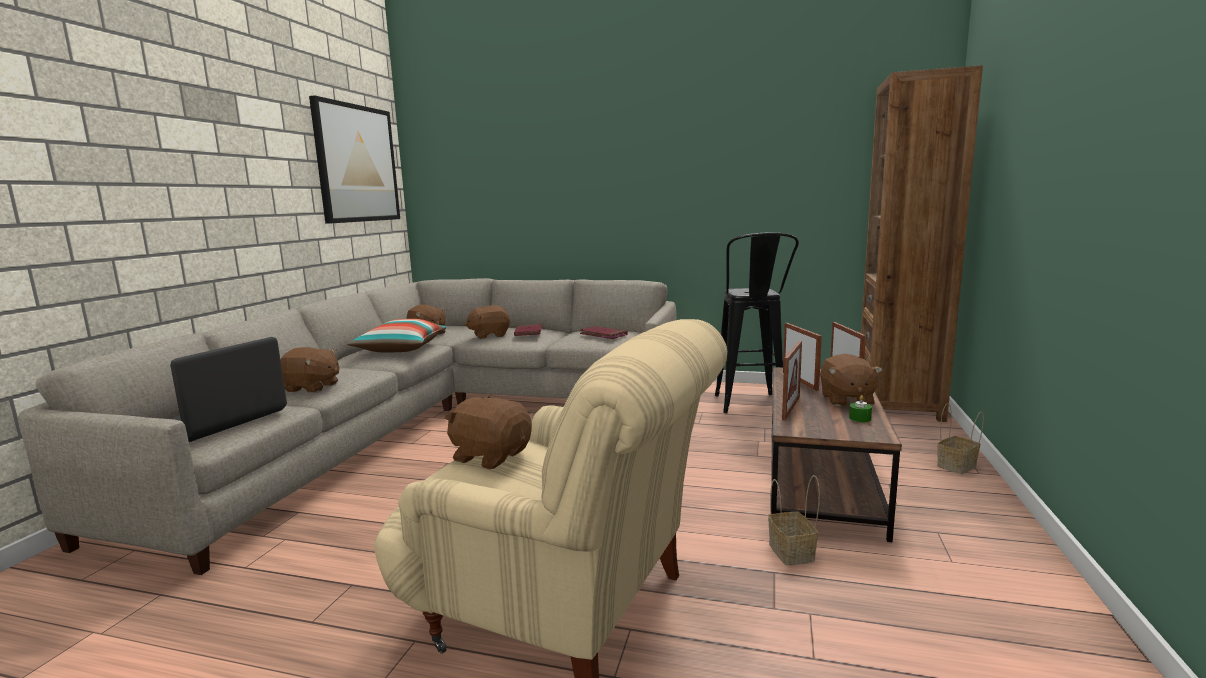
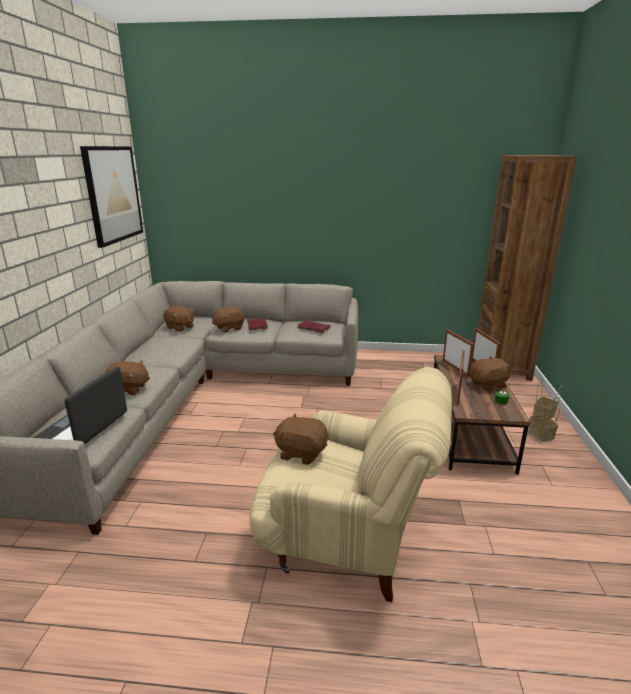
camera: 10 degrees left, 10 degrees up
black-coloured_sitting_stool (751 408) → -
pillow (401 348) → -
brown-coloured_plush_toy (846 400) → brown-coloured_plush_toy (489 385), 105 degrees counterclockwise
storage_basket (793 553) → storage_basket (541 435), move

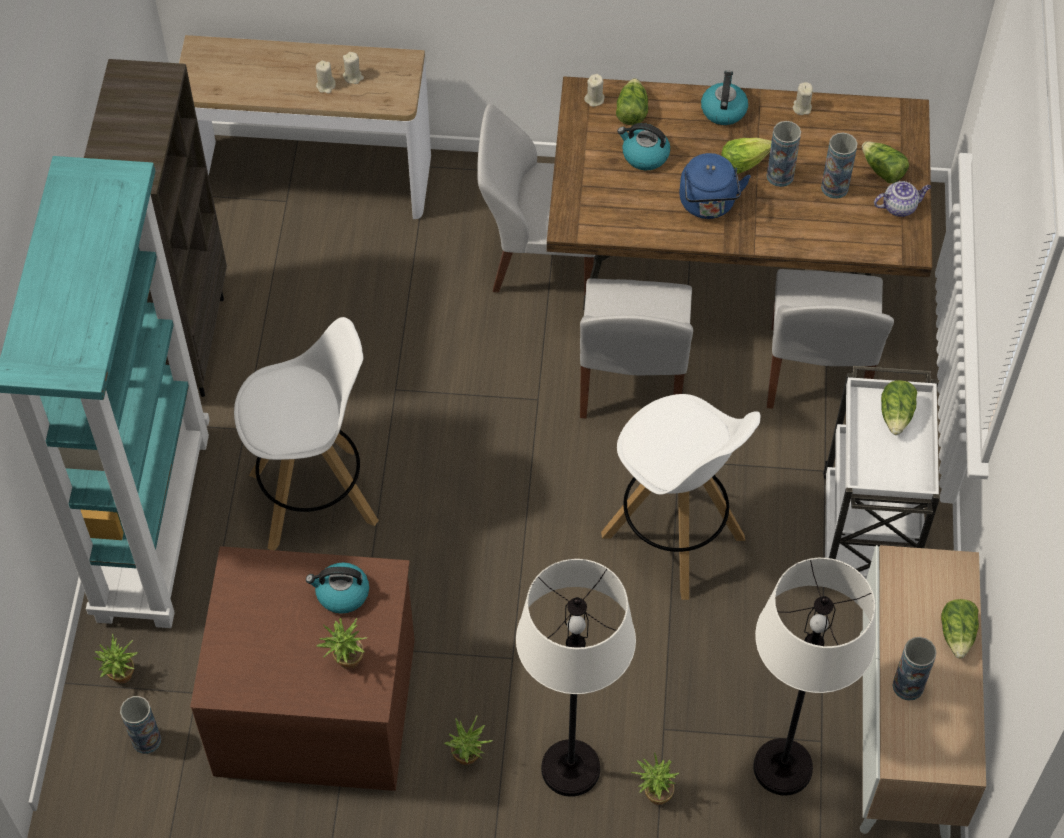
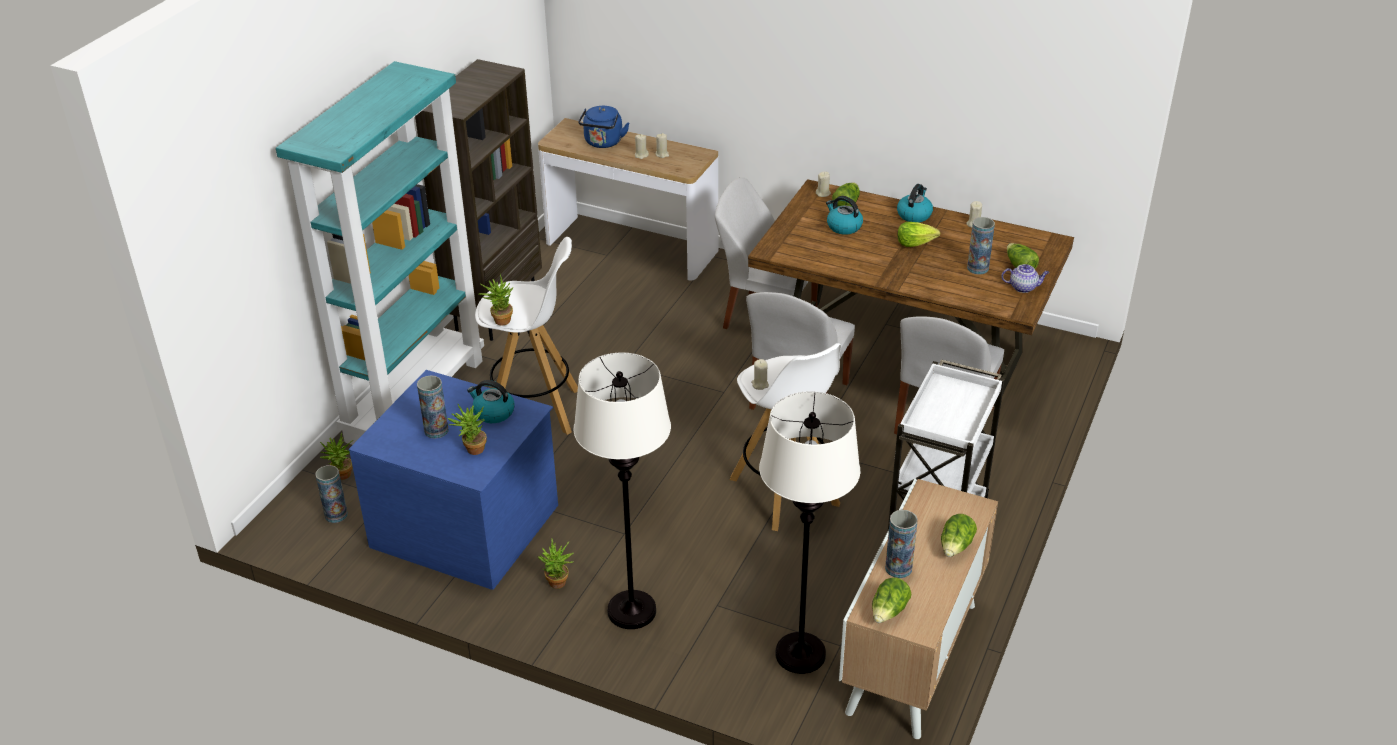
camera: 20 degrees right, 20 degrees down
flower_vase (780 176) → flower_vase (436 430), move
bluish_kettle (708 204) → bluish_kettle (603 143), move
head_of_lettuce (896 415) → head_of_lettuce (889 611), move
brown-coloured_dresser (316 703) → bluish_dresser (466 524)
potted_plant (653 794) → potted_plant (499 320), move
- → beige-coloured_wax_light (760 384)

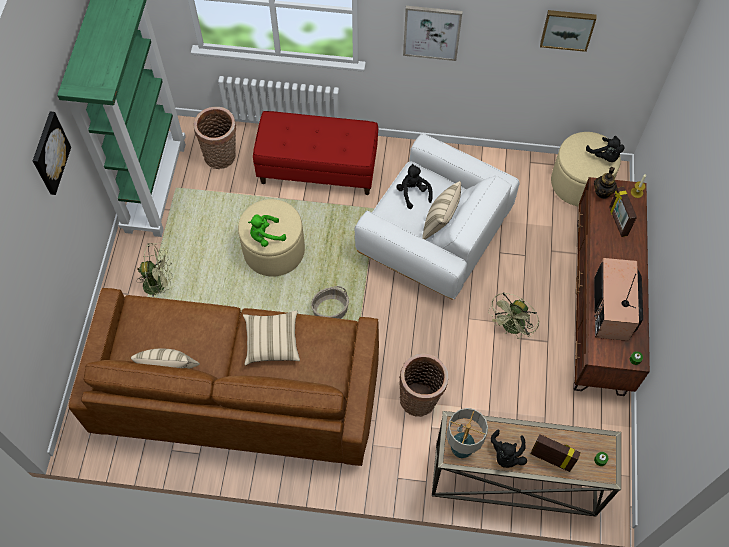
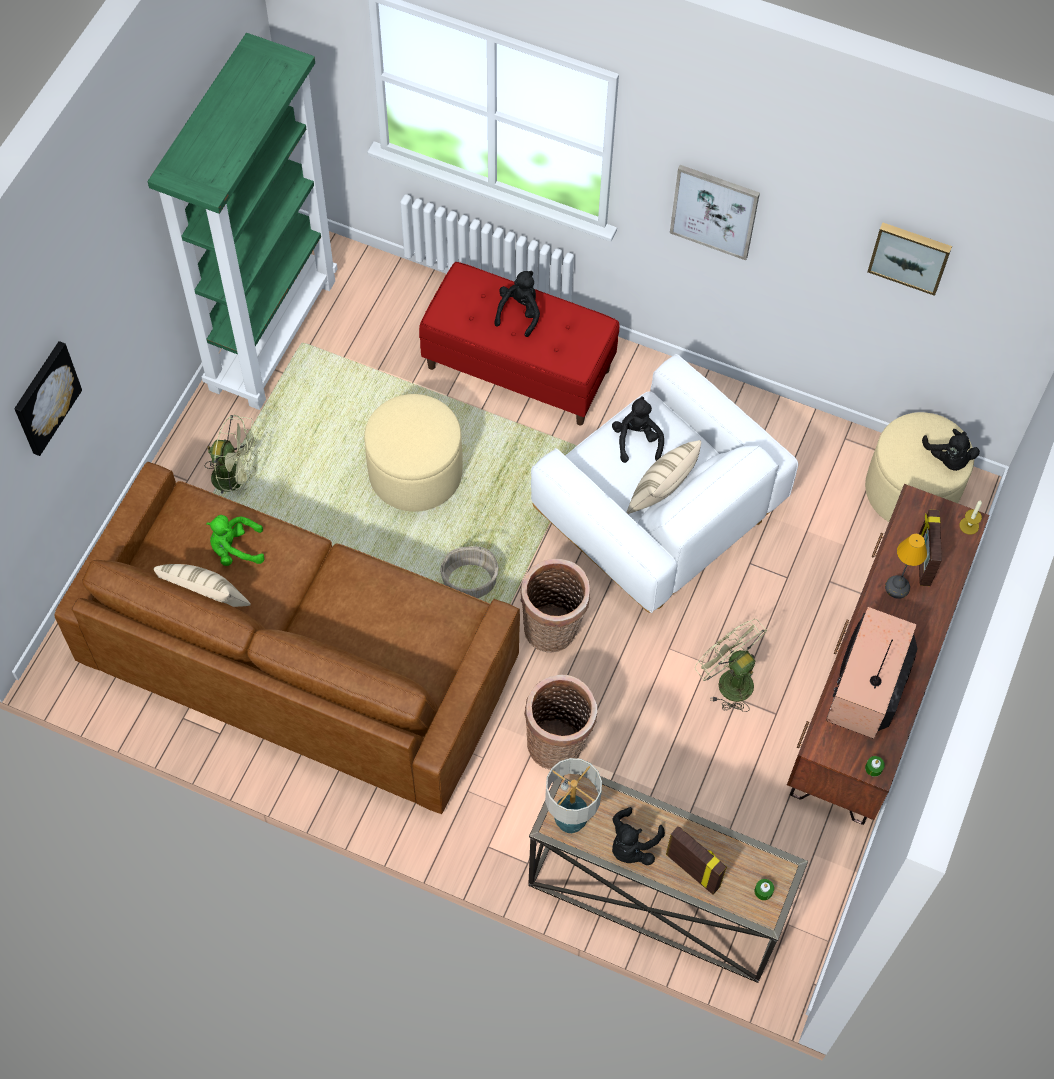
camera: 15 degrees right, 0 degrees up
storage_basket (222 157) → storage_basket (553 631), move
wall_picture (49 153) → wall_picture (45 397), move
pot_for_tea (603 192) → -
green-coloured_plush_toy (266 236) → green-coloured_plush_toy (235 549), move
green-coloured_electric_fan (511 328) → green-coloured_electric_fan (728 680), 90 degrees clockwise
beige-coloured_pillow (272 342) → -
- → black-coloured_plush_toy (519 313)
- → table_lamp (897 588)

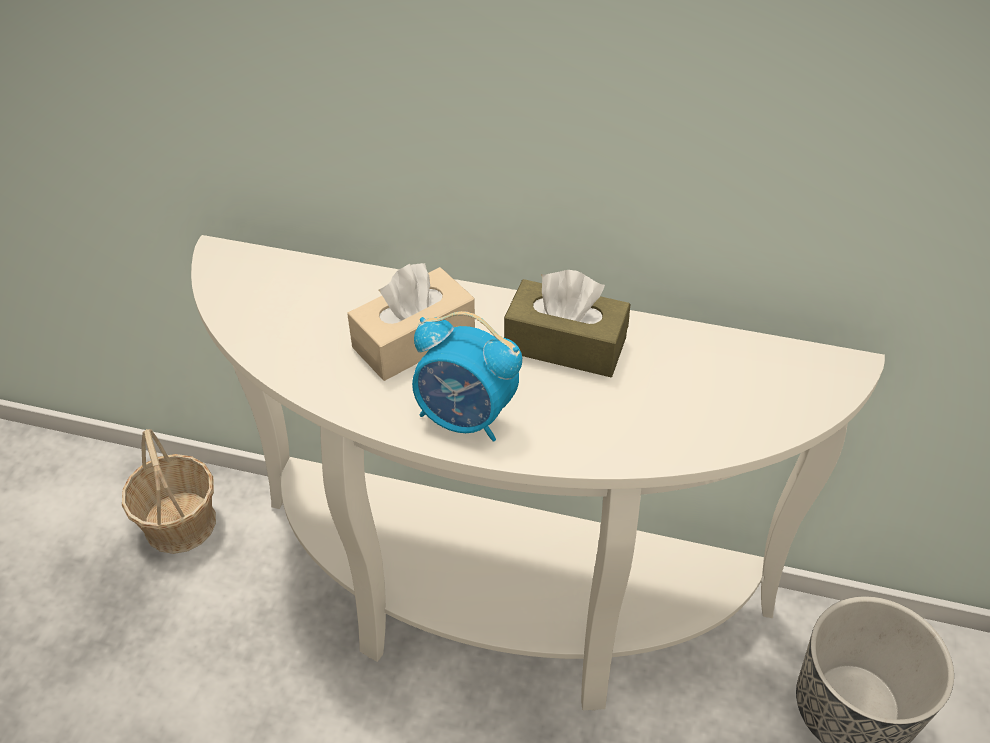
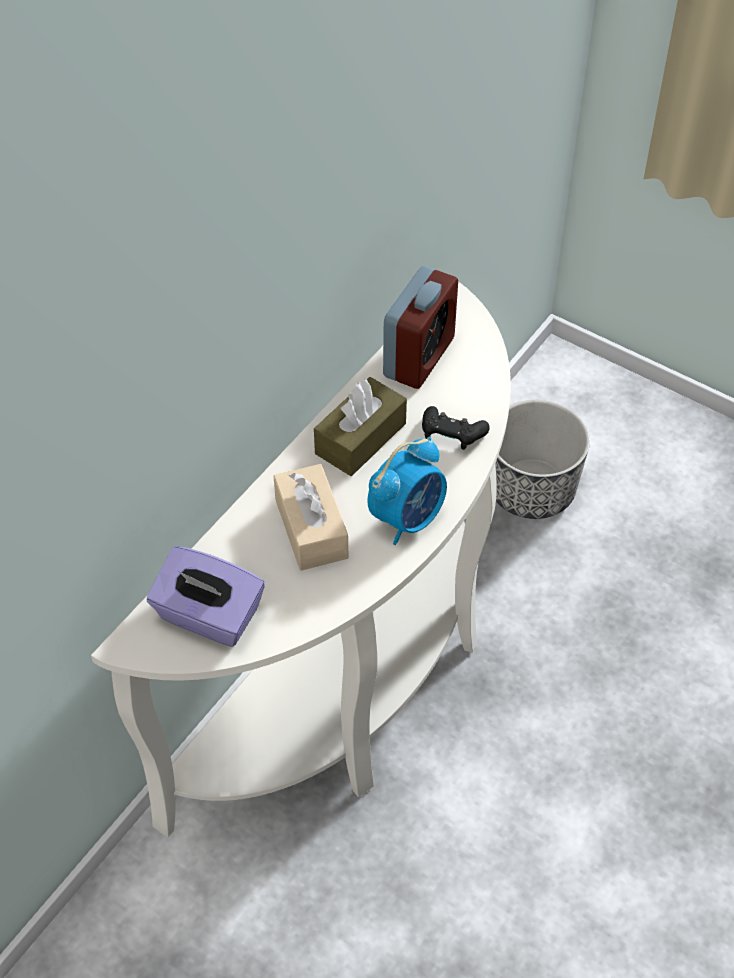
camera: 70 degrees left, 5 degrees up
storage_basket (180 523) → -
- → alarm_clock (419 357)
- → black-coloured_joypad (451 437)
- → purplish_tissue_box (208 616)

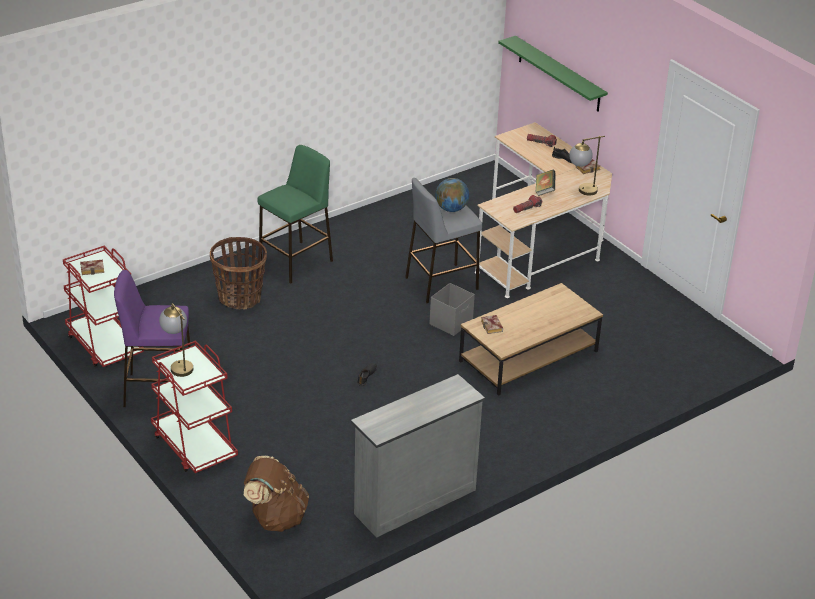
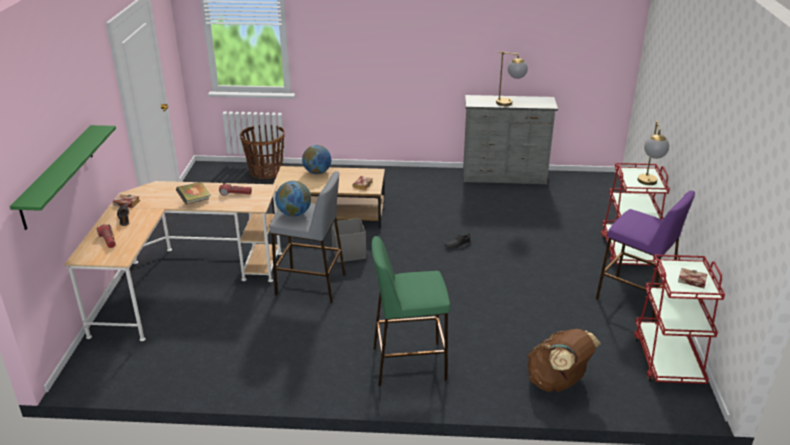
camera: 140 degrees left, 5 degrees down
table_lamp (581 191) → table_lamp (510 103), move
storage_basket (240 298) → storage_basket (265 172), move
brown-coloured_backpack (276 517) → brown-coloured_backpack (557 382), move
- → globe (317 172)

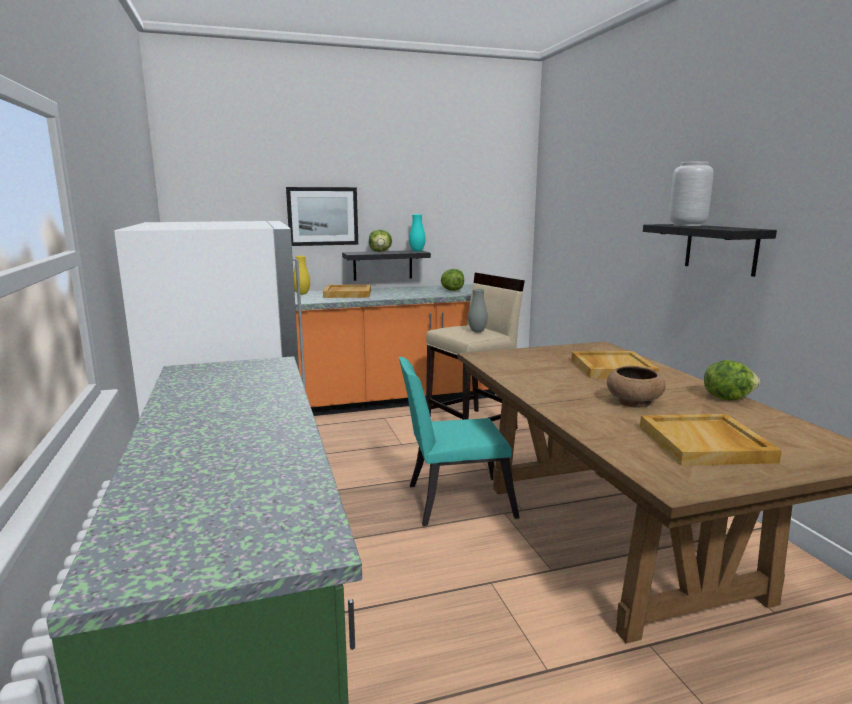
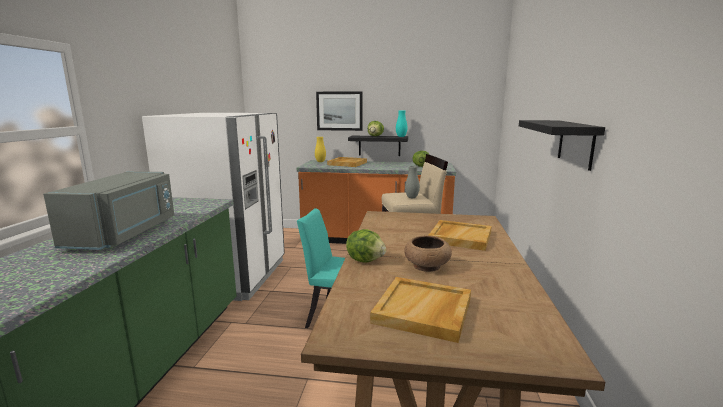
camera: 25 degrees right, 0 degrees up
grey_flower_vase (687 225) → -
head_of_lettuce (726 398) → head_of_lettuce (366 260), move
- → grey_microwave (125 233)

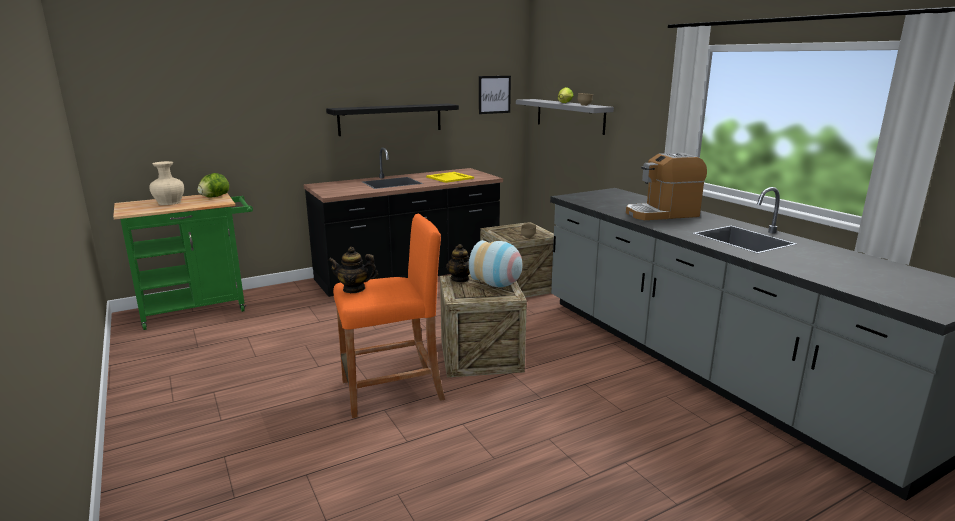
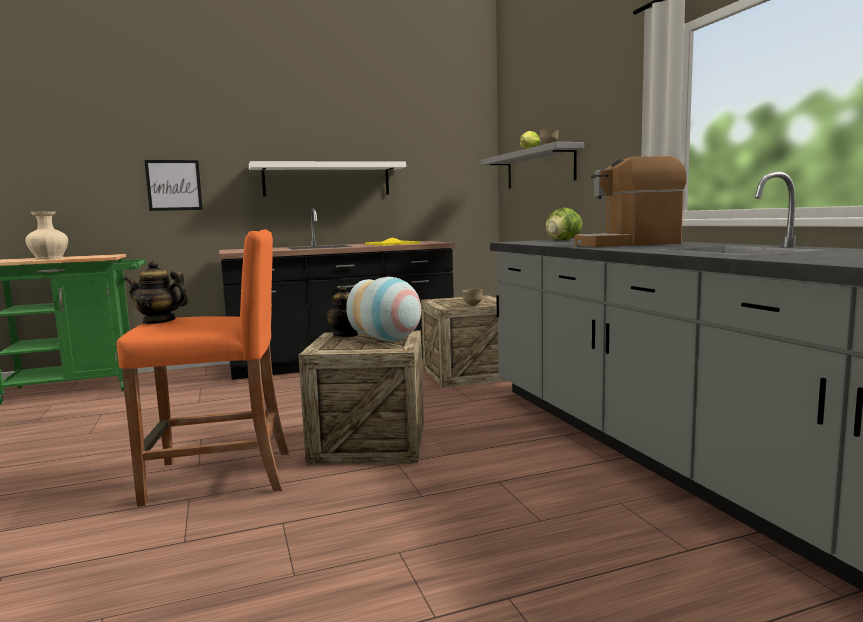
camera: 10 degrees right, 10 degrees down
wall_picture (494 94) → wall_picture (174 185), move
black-coloured_shelf (390 119) → whitish_shelf (327 179)
head_of_lettuce (214 197) → head_of_lettuce (562 240), move

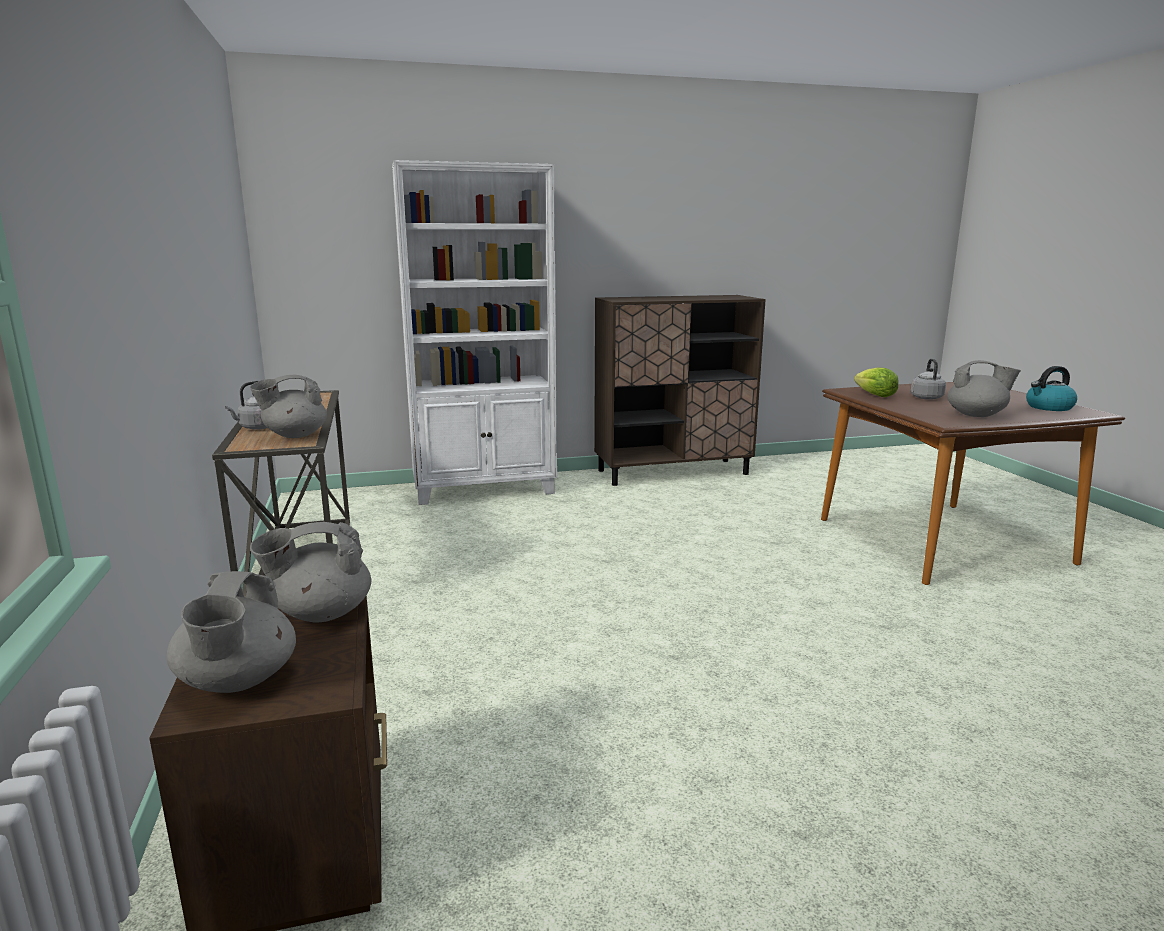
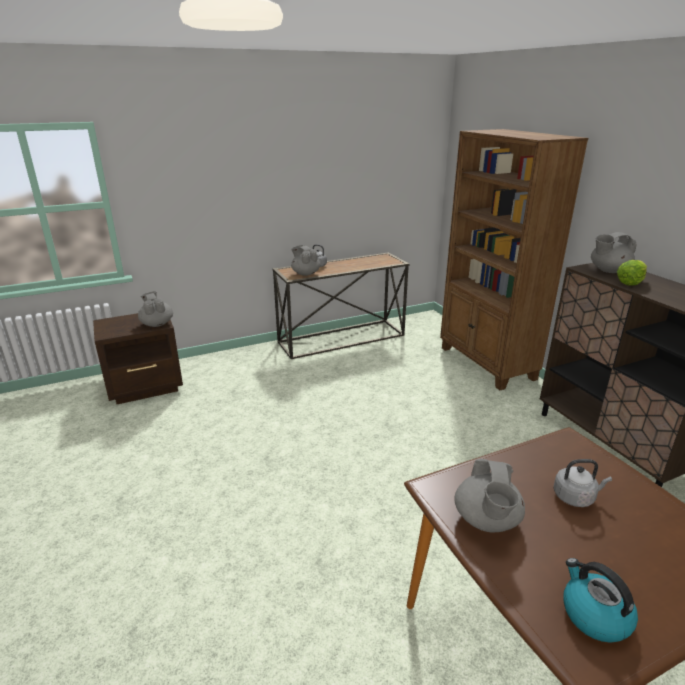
camera: 80 degrees right, 10 degrees up
whitish_bookcase (485 489) → brown-coloured_bookcase (486 363)
head_of_lettuce (875 395) → head_of_lettuce (630 283), move
grey_pot_for_tea (237 681) → grey_pot_for_tea (608 270), move

